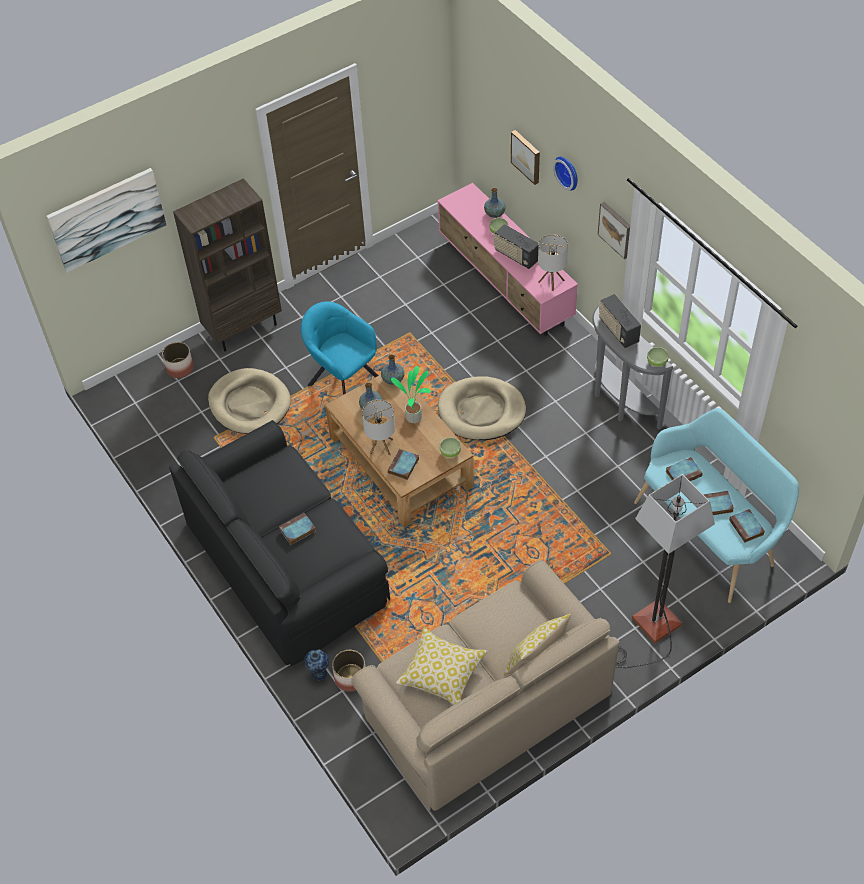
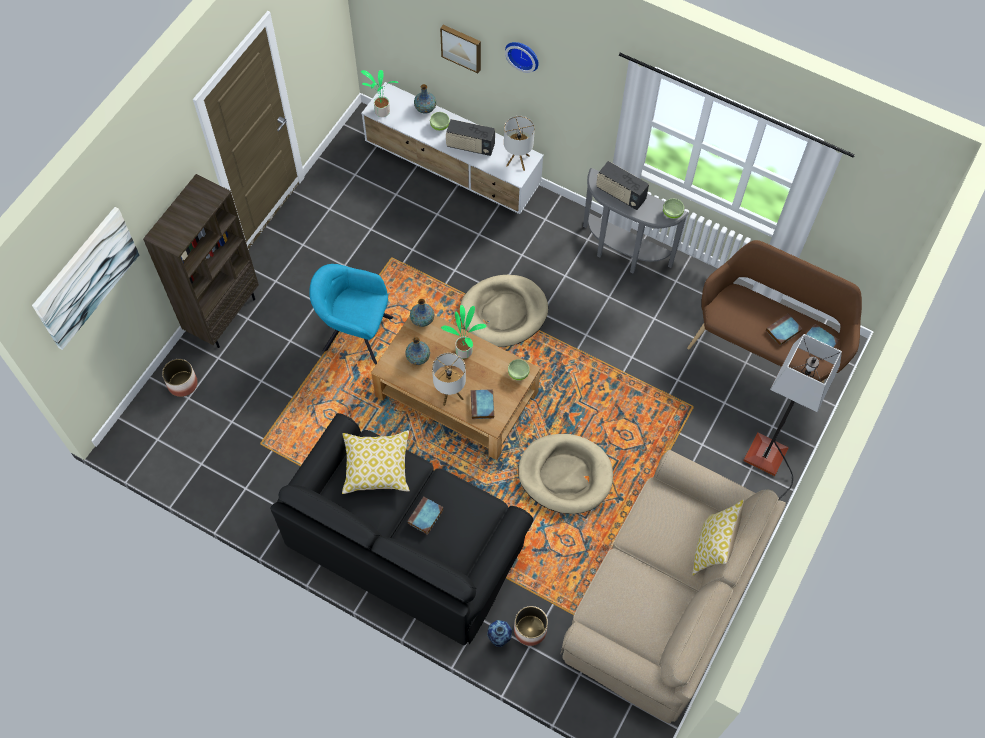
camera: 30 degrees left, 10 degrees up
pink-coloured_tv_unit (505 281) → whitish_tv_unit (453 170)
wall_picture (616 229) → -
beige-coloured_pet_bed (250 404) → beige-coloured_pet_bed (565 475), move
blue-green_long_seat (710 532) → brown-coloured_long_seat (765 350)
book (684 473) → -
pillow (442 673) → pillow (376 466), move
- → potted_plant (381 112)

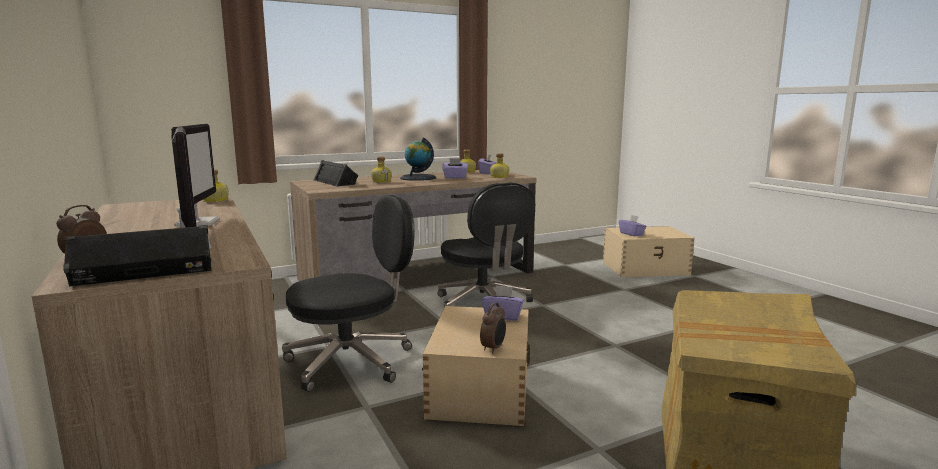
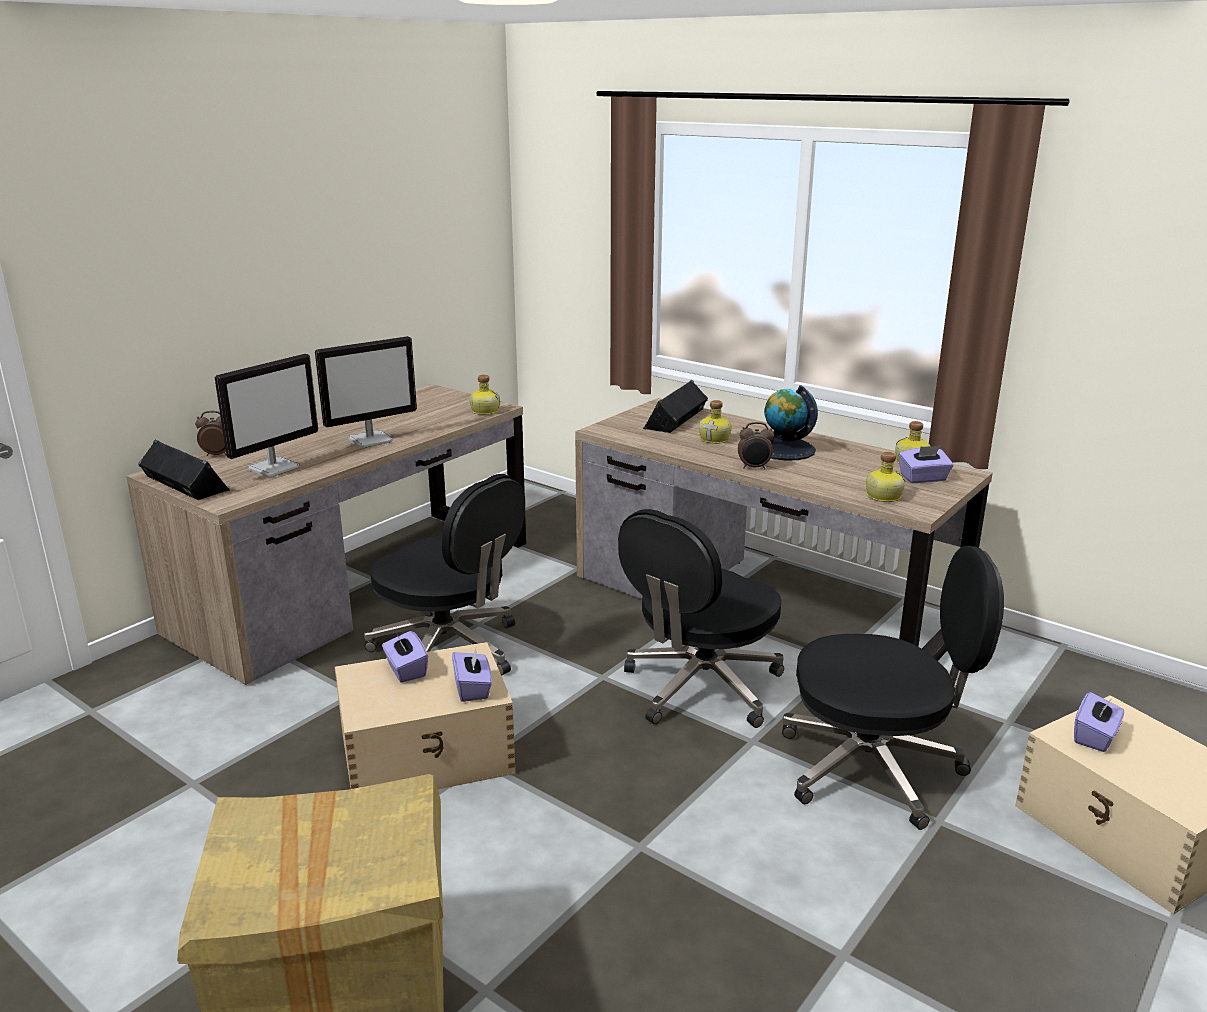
camera: 65 degrees right, 10 degrees up
purplish_tissue_box (455 177) → purplish_tissue_box (406 670), move
alarm_clock (493 348) → alarm_clock (754 468), move
- → black-coloured_computer_chair (874 768)

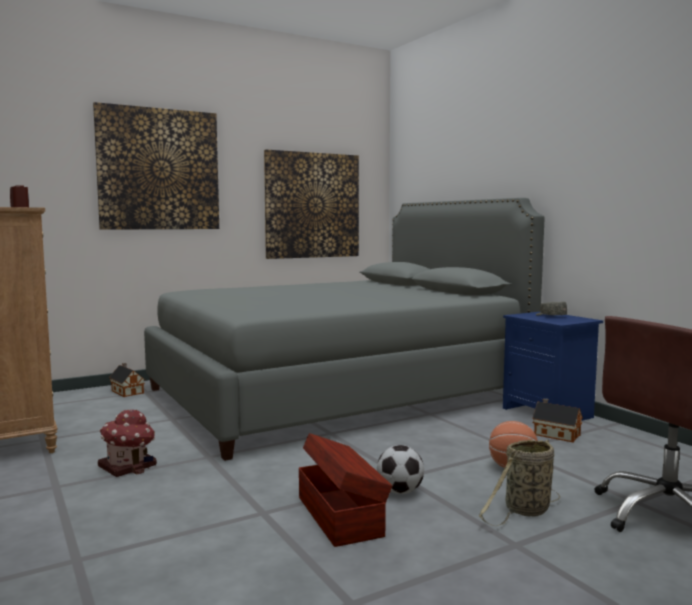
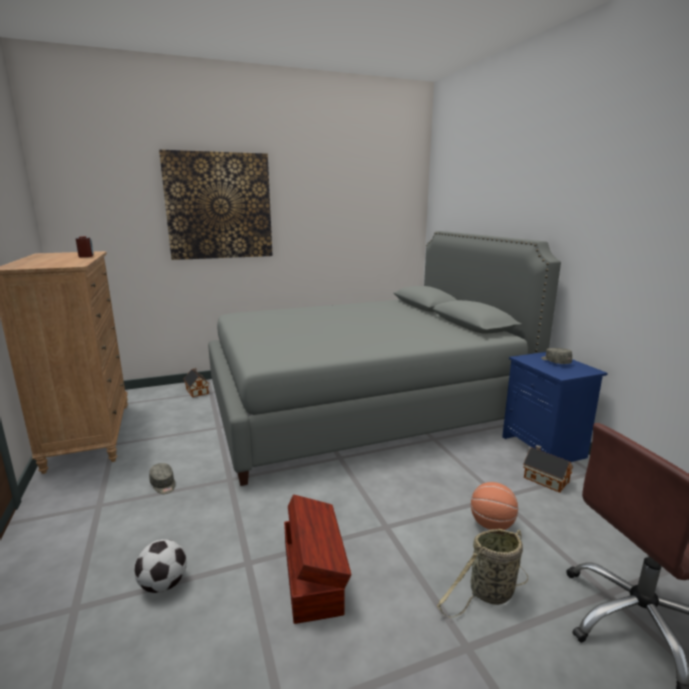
camera: 10 degrees right, 10 degrees up
wall_picture (312 205) → -
toy_house (128 466) → grey_baseball_cap (163 484)
ball_for_football (400 491) → ball_for_football (164 584), move

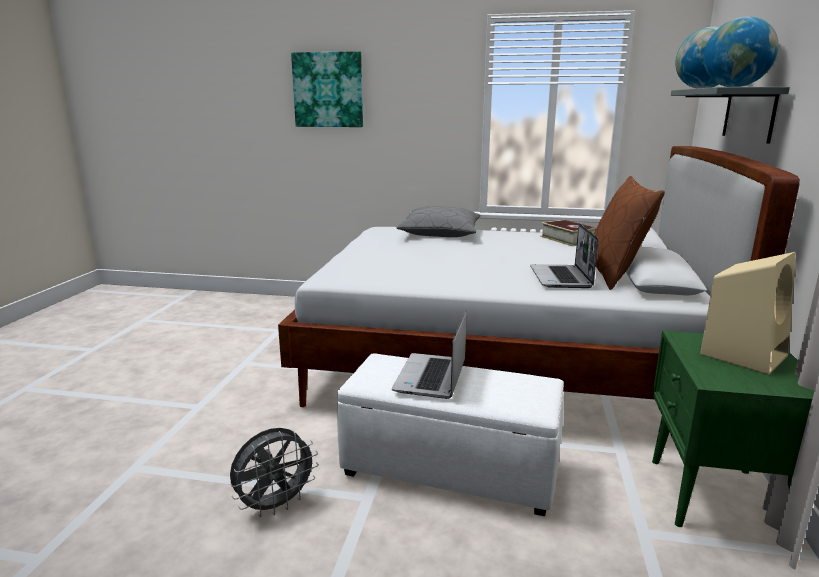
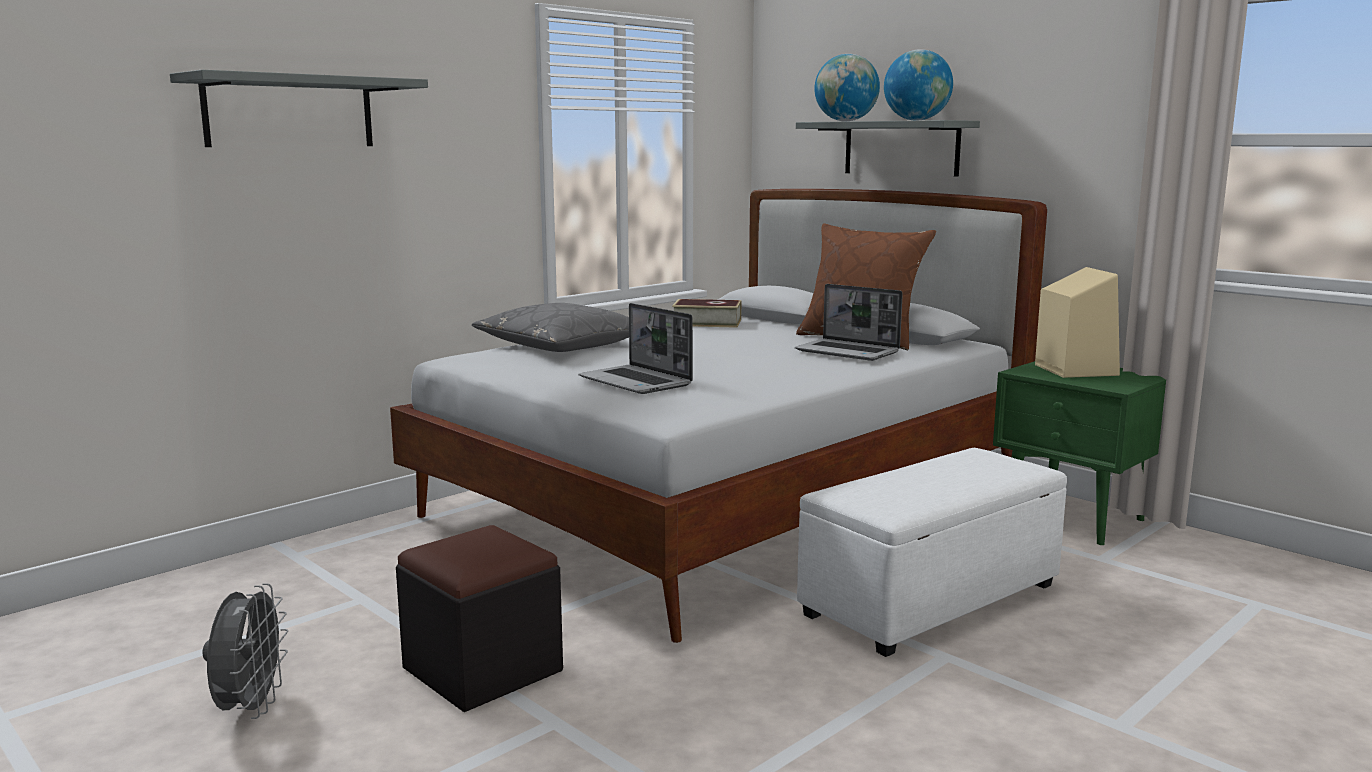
camera: 55 degrees left, 5 degrees down
wall_picture (328 90) → grey_shelf (290 112)
portable_computer (431 378) → portable_computer (637 382), move
grey_electric_fan (276 505) → grey_electric_fan (250 708), move
- → black-coloured_ottoman (483 670)

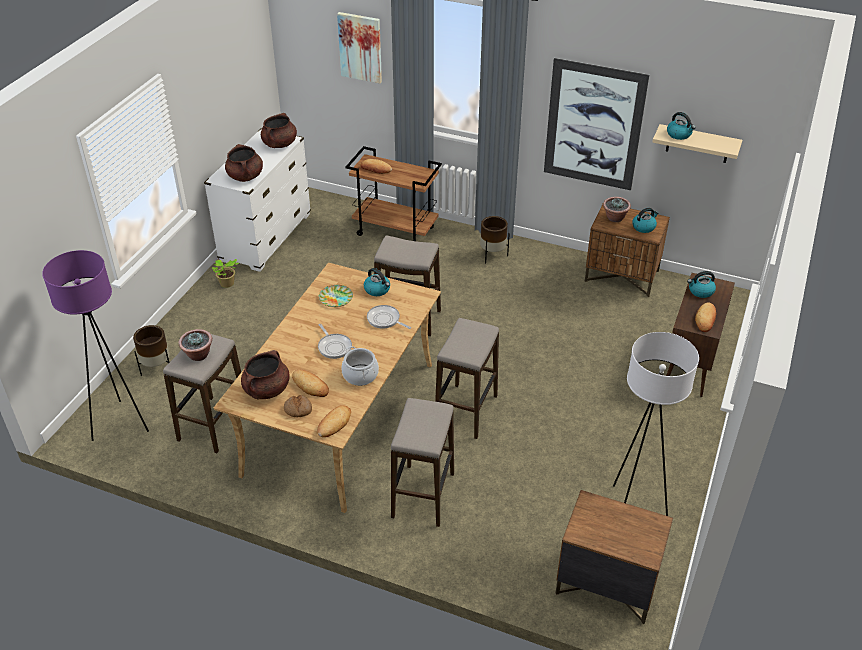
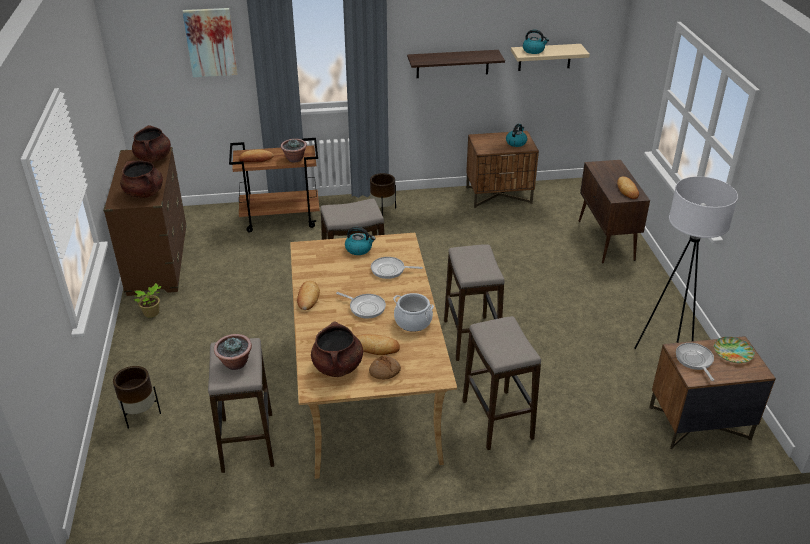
camera: 30 degrees left, 5 degrees down
wall_picture (593 125) → shelf (452 64)
whitish_dresser (266 237) → brown-coloured_dresser (158 261)
potted_plant (615 218) → potted_plant (294 159), move
purplish_floor_lamp (120 423) → -
kettle (700 291) → -
dinner_plate (336 298) → dinner_plate (732 352), move
bakery_bread (334 423) → bakery_bread (308 298), move
- → frying_pan (694 360)

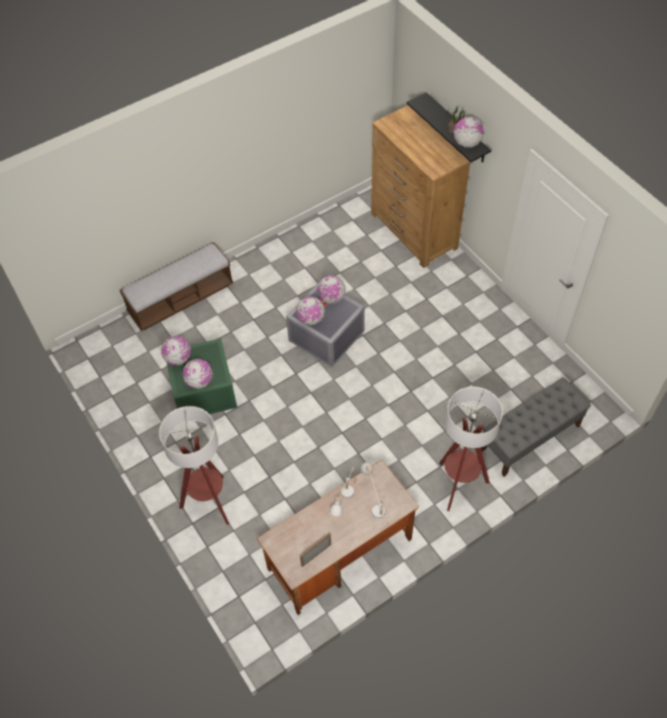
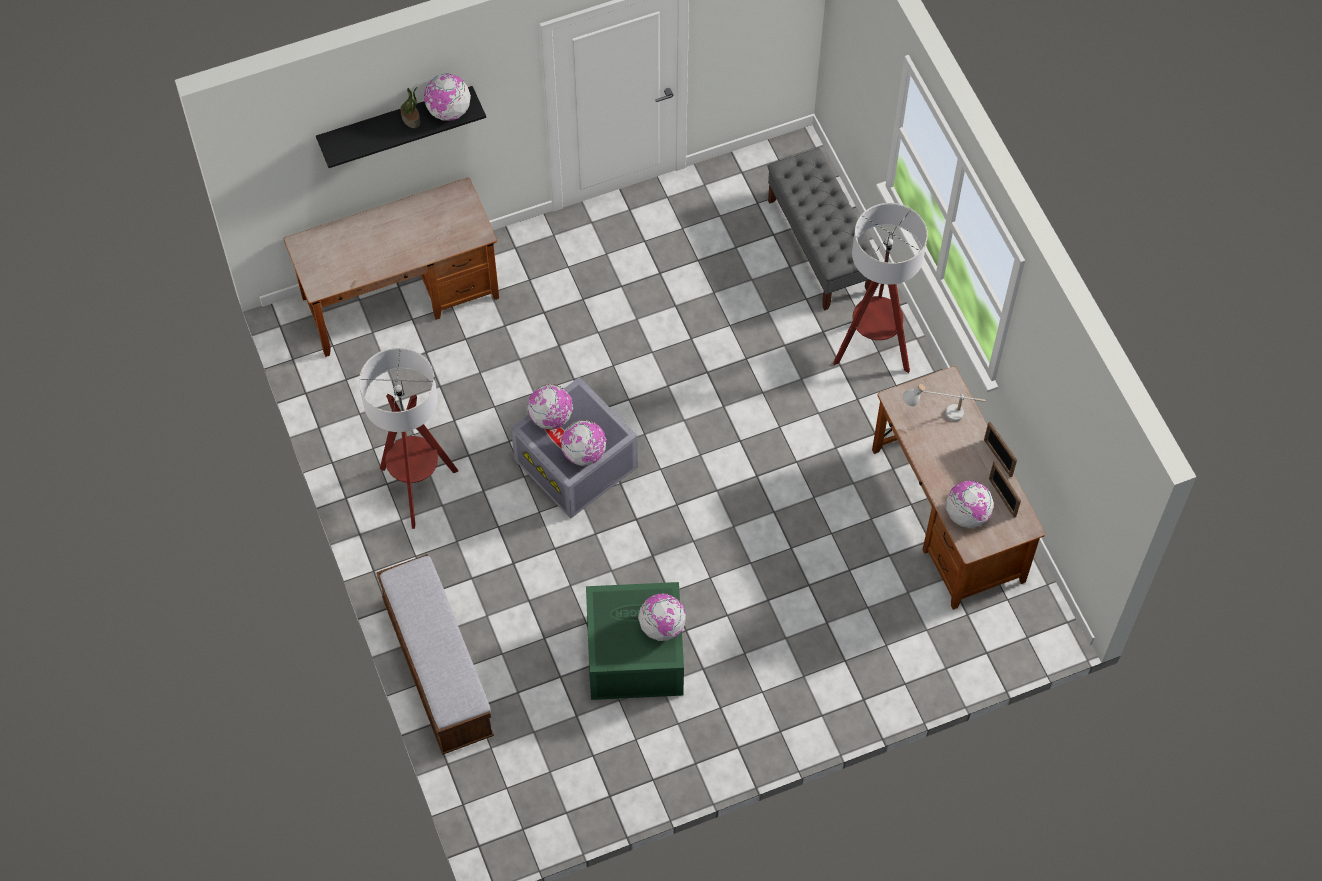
camera: 80 degrees left, 5 degrees up
brown-coloured_dresser (413 231) → desk (401 297)
globe (178 358) → globe (966 514), move
floor_lamp (210 502) → floor_lamp (417 488), move
whitish_table_lamp (344 501) → -
- → picture_frame (997 458)

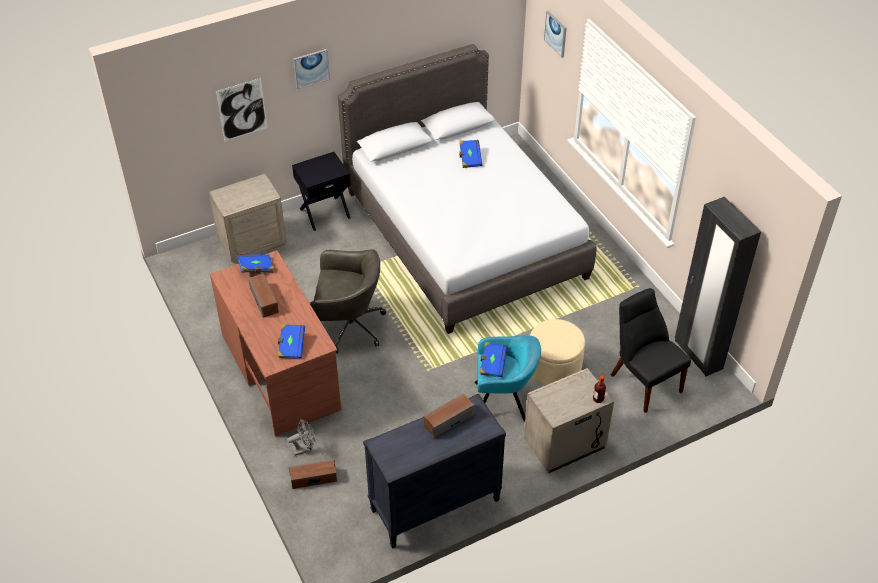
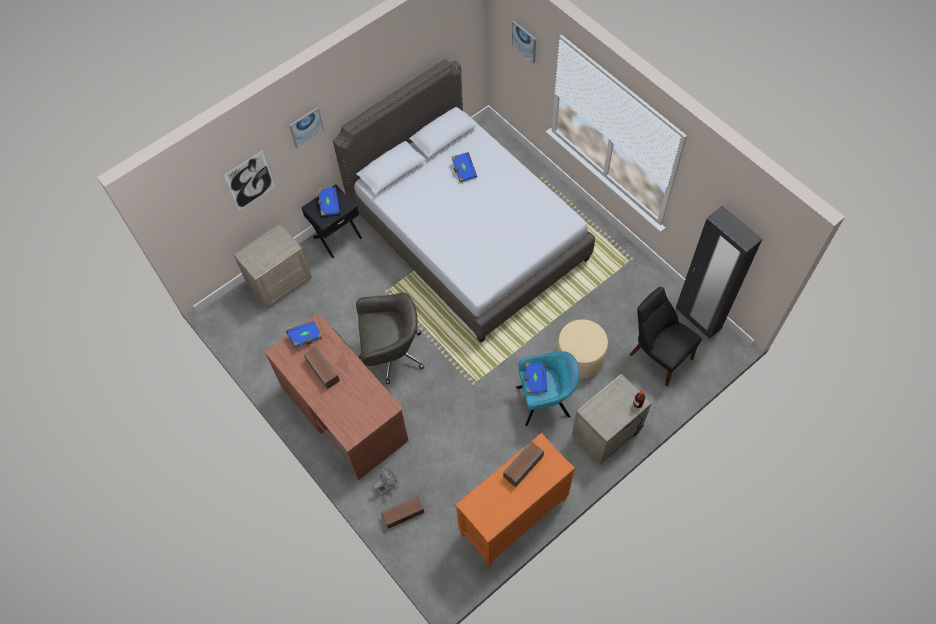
camera: 10 degrees left, 15 degrees up
bluish_book (291 346) → bluish_book (329 205), move
black-coloured_dresser (434 506) → orangey_dresser (513 517)

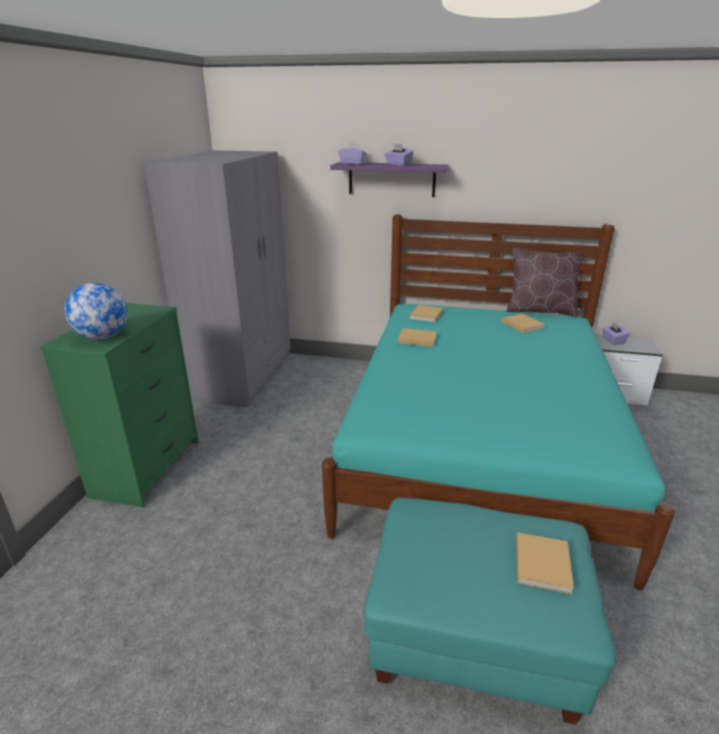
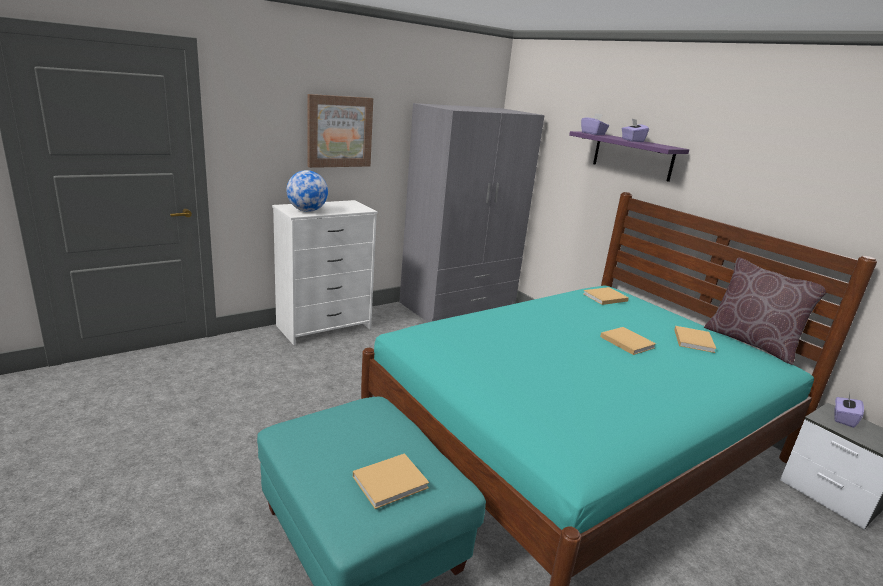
camera: 40 degrees right, 5 degrees down
green-coloured_dresser (148 468) → whitish_dresser (324 327)
beige-coloured_book (416 339) → beige-coloured_book (626 341), move
- → wall_picture (339 131)

